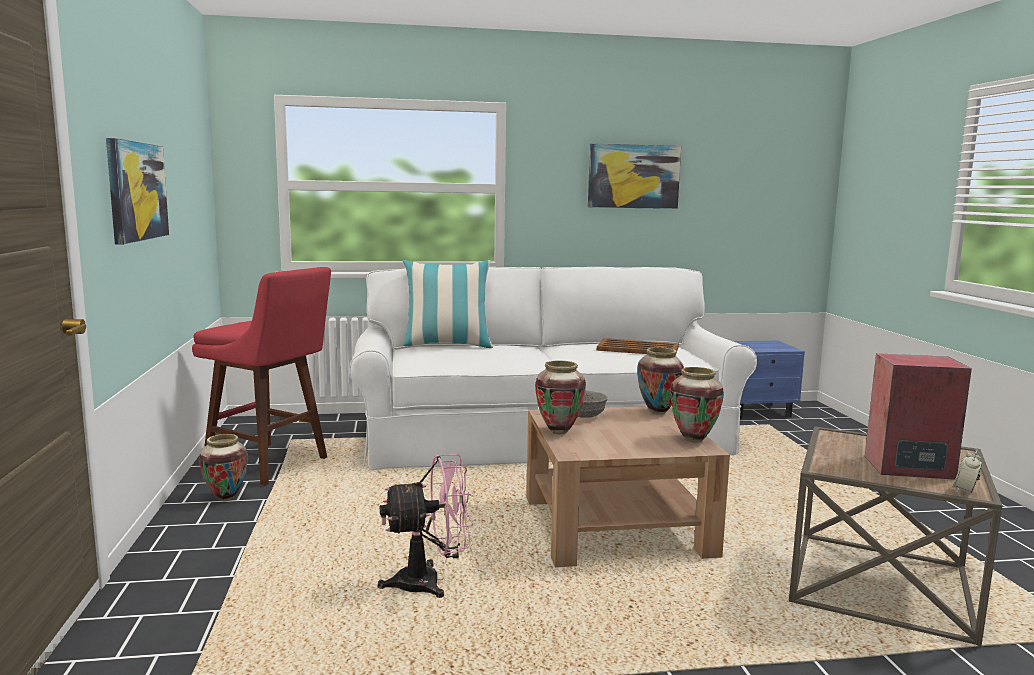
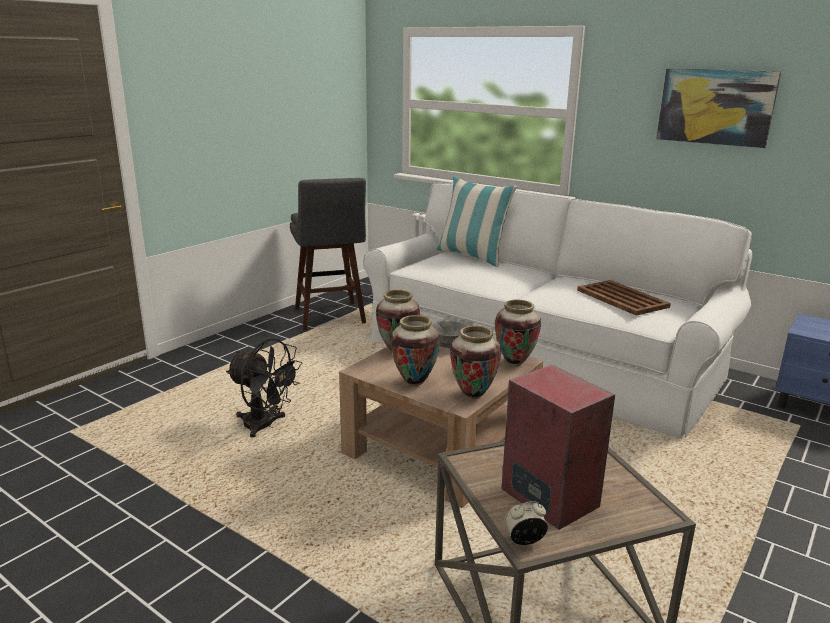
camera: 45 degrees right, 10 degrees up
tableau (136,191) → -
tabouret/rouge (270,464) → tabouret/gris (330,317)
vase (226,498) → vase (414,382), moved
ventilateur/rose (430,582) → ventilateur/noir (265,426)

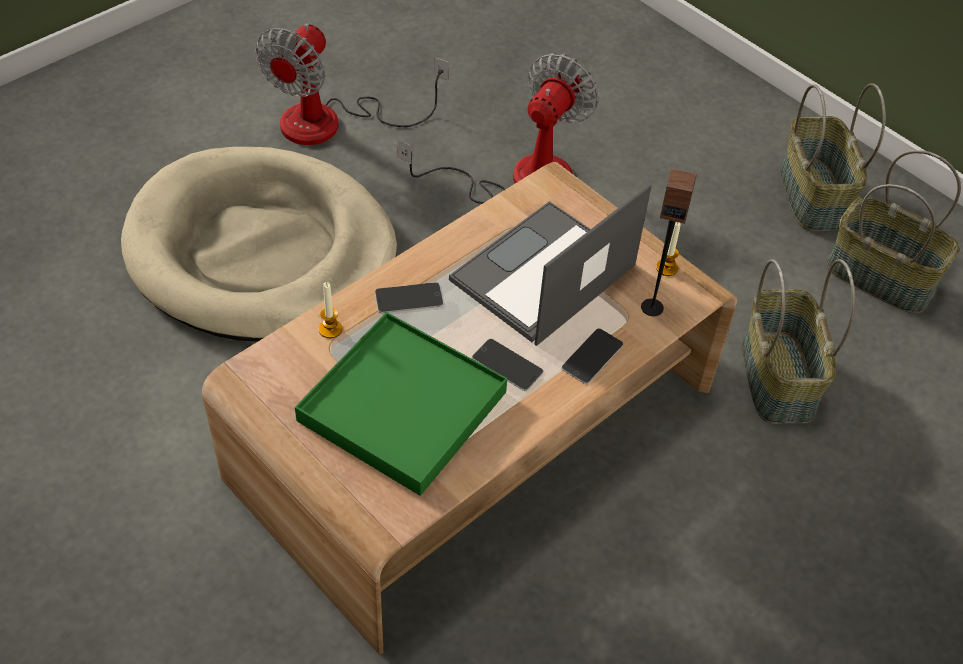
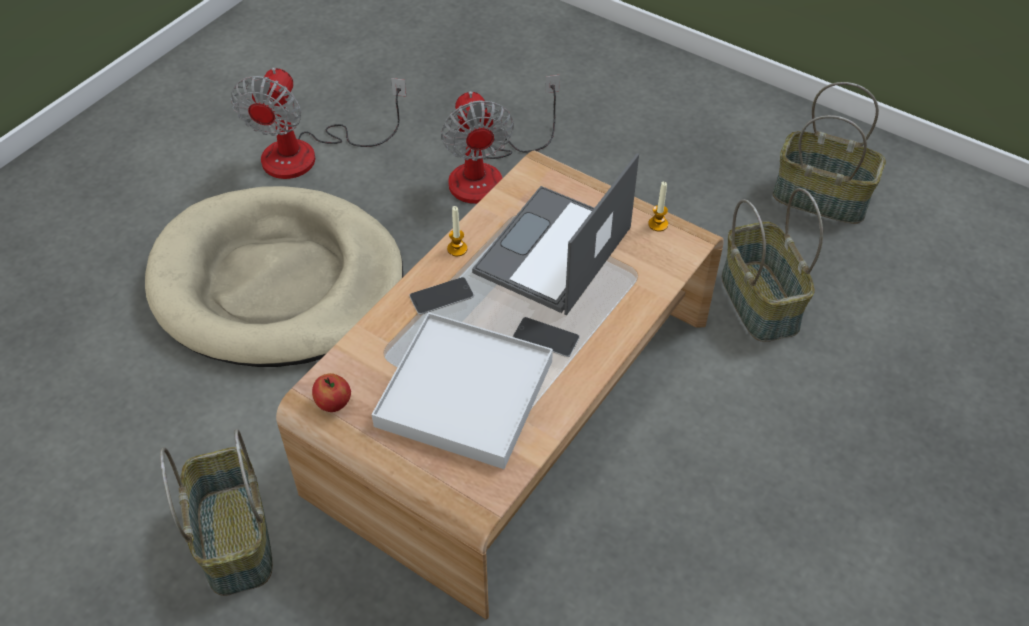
camera: 10 degrees left, 0 degrees up
ventilateur (519,179) → ventilateur (490,172), 150 degrees clockwise
panier (811,195) → panier (233,538), moved
enceinte (652,307) → -
bougie (330,329) → bougie (457,249), moved
plateau/vert (402,406) → plateau/blanc (464,393)
téléphone (592,356) → -
- → pomme (334,404)

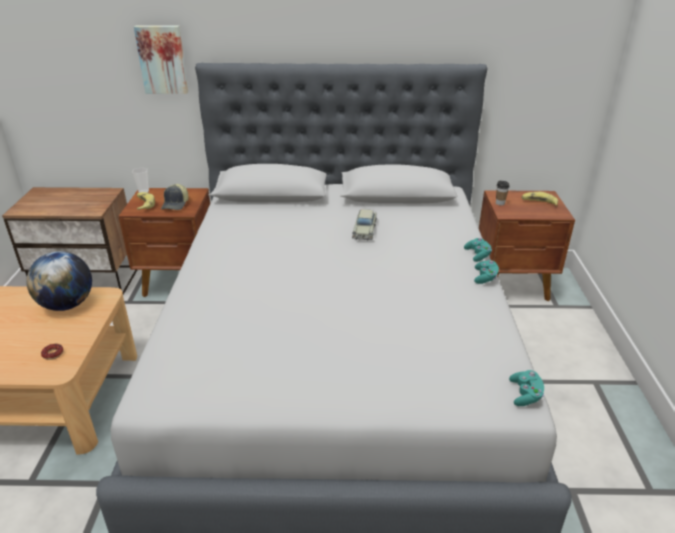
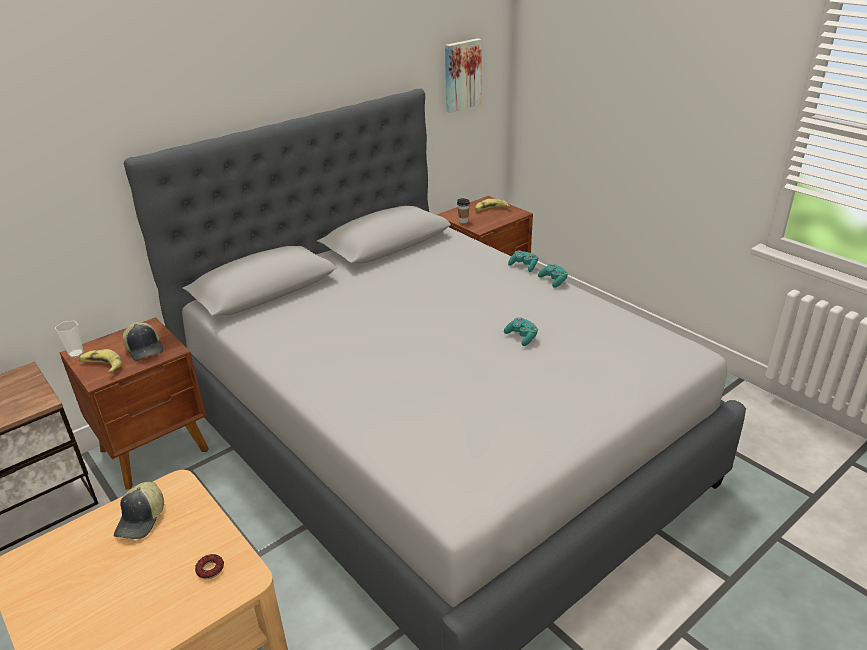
camera: 40 degrees left, 0 degrees up
tableau (162,59) → tableau (461,75), moved
petite voiture/beige (365,230) → -
globe (67,305) → casquette (142,519)
manette/turquoise (525,395) → manette/turquoise (522,337), moved

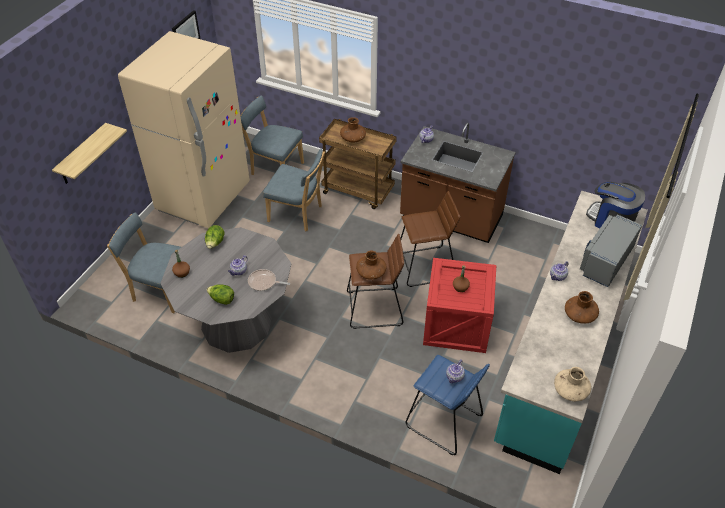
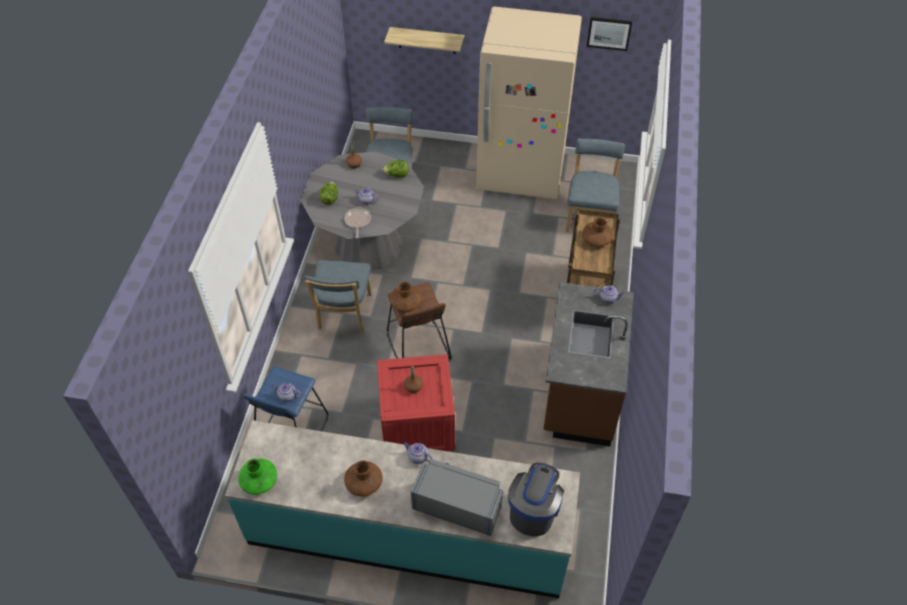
camera: 75 degrees right, 5 degrees up
chaise/bleu (297,214) → chaise/bleu (343,314), moved
tabouret/marron (425,267) → -
vase/beige (570,390) → vase/vert (259,481)

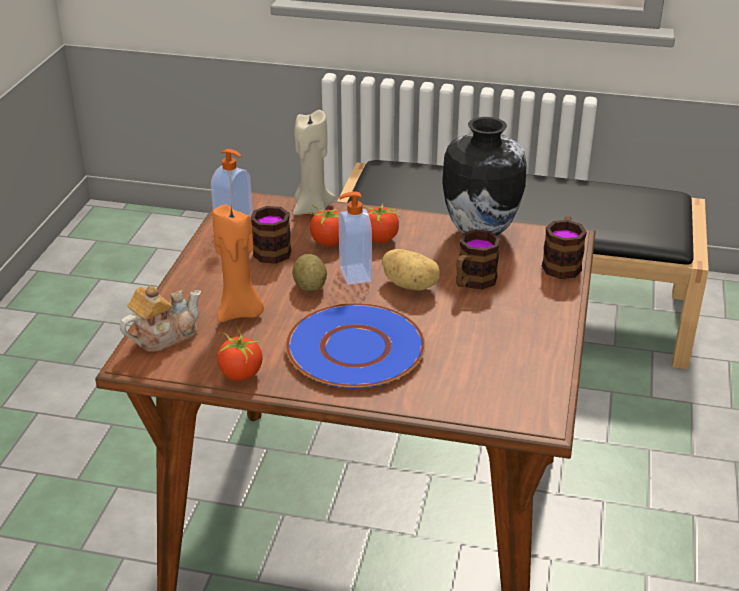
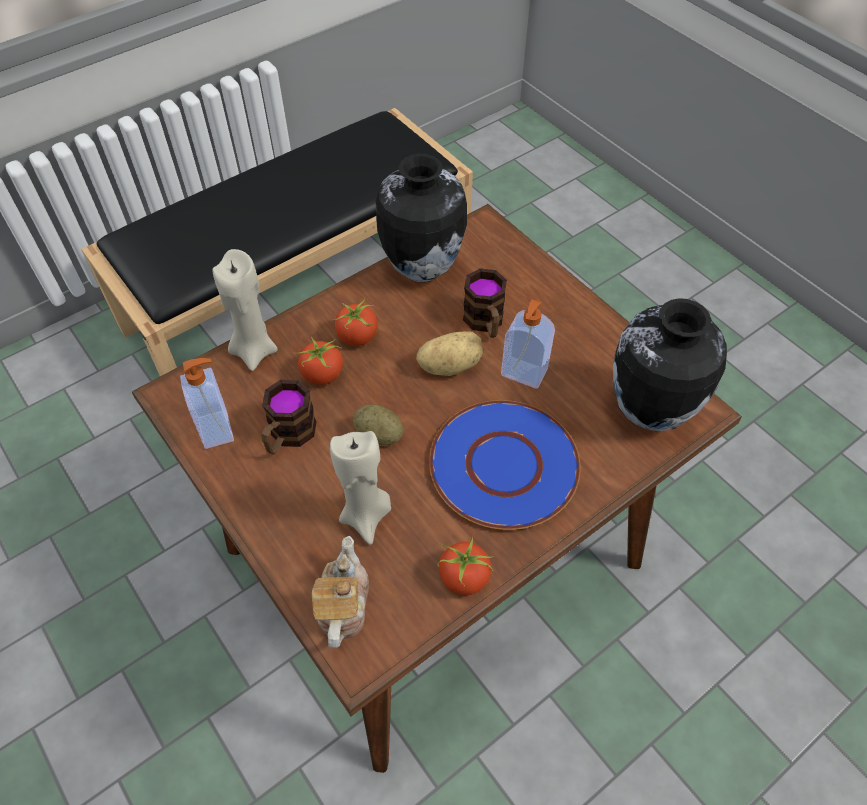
camera: 50 degrees left, 20 degrees up
distributeur de savon (354,274) → distributeur de savon (523,374), moved
bougie/orange (241,313) → bougie/beige (366,516)
mug (562,263) → -
- → vase (647,412)

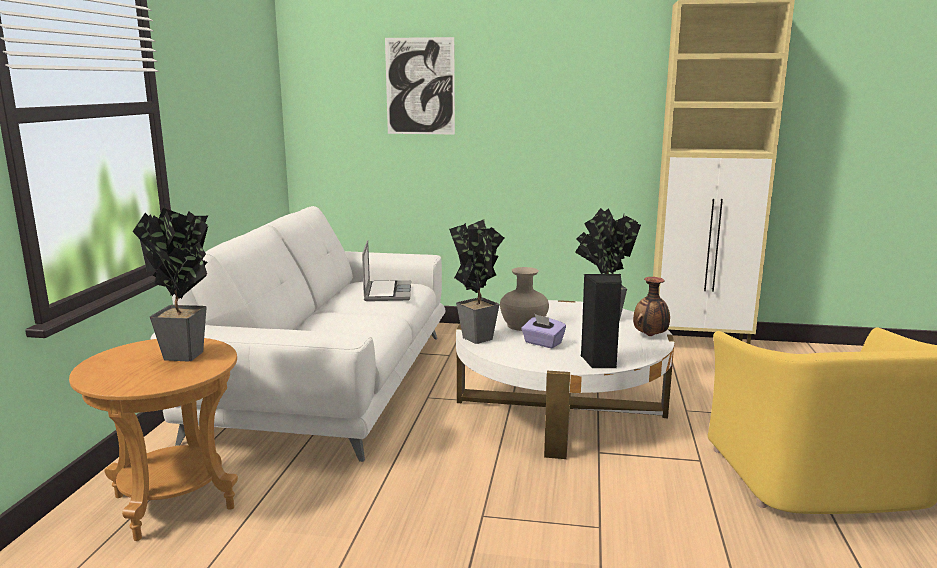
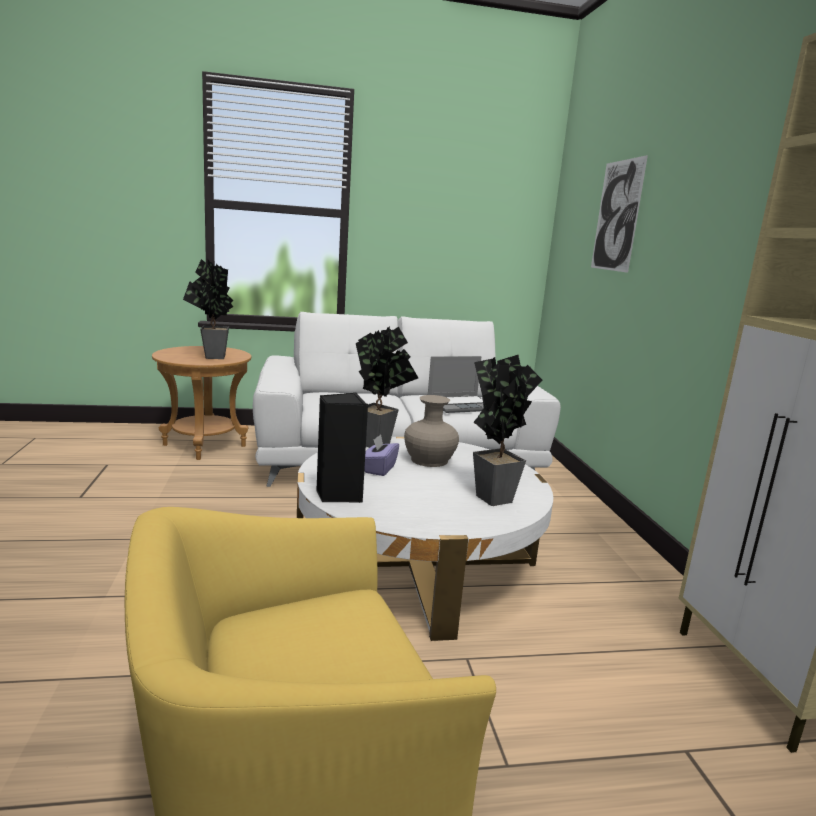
camera: 70 degrees right, 0 degrees up
vase (650,336) → -

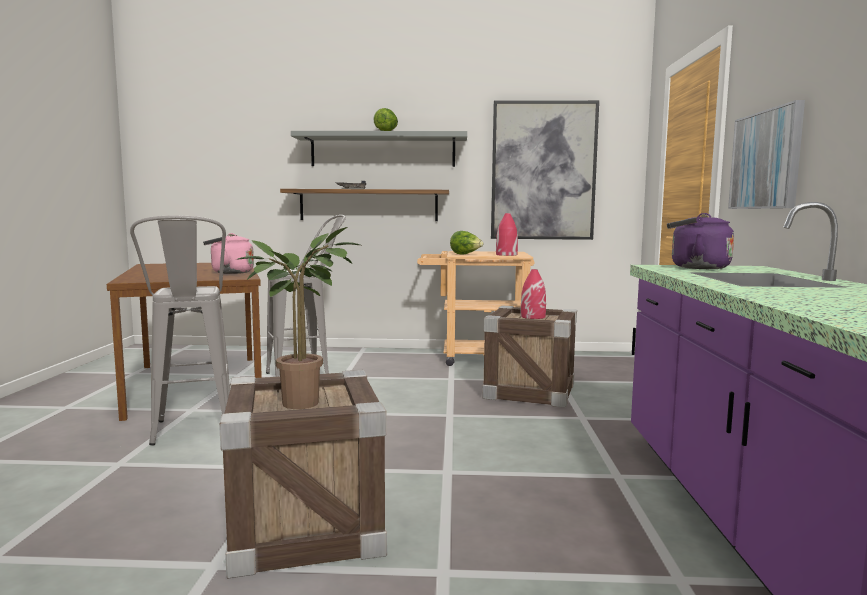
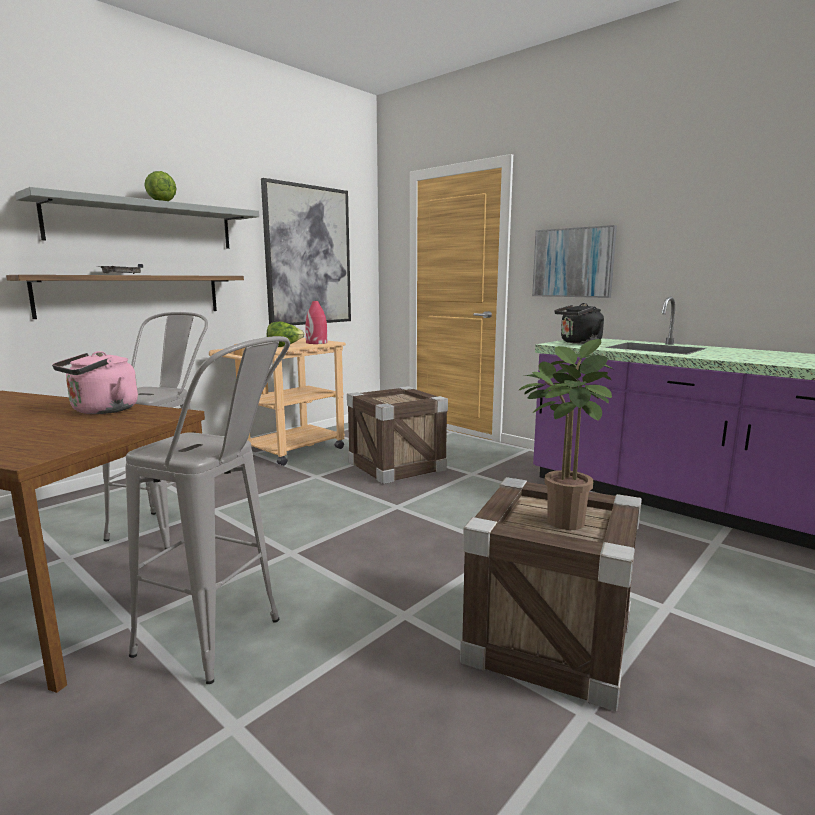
camera: 50 degrees left, 5 degrees up
bouilloire/violet (695,267) → bouilloire/noir (578,343)
vase/rouge (532,316) → -

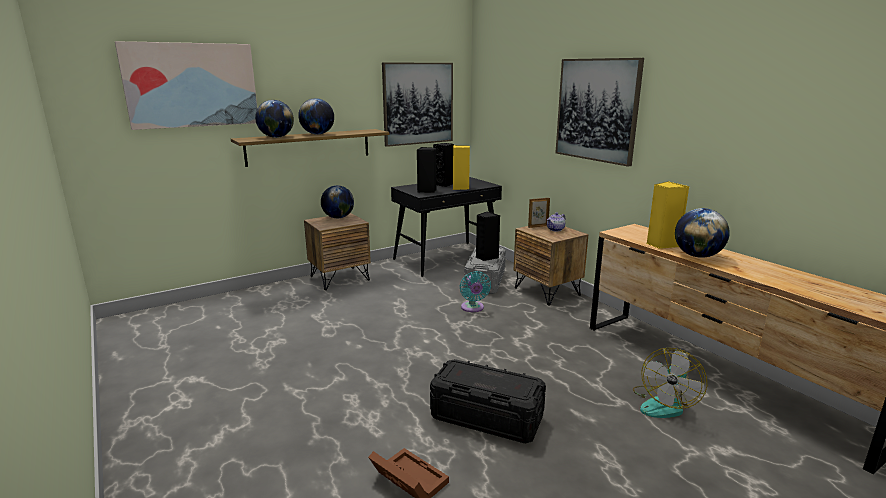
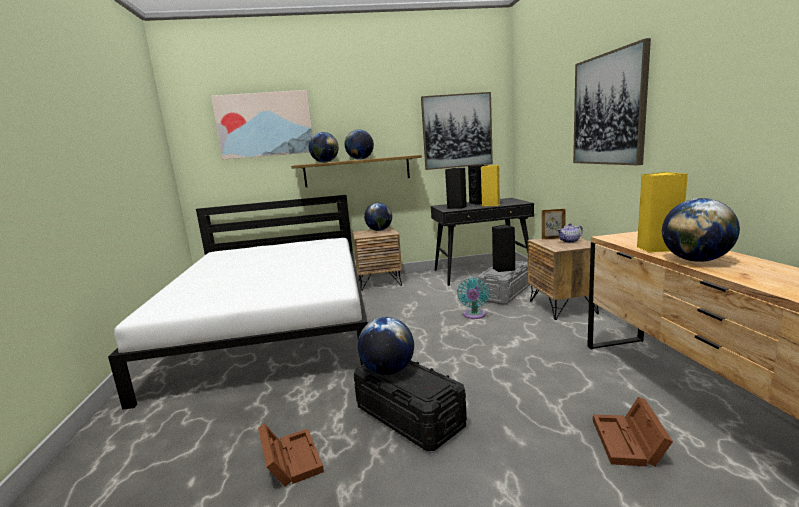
camera: 25 degrees right, 5 degrees down
ventilateur (664,404) → boîte de rangement/marron (629,443)
- → lit/blanc (275,325)
- → globe (388,371)

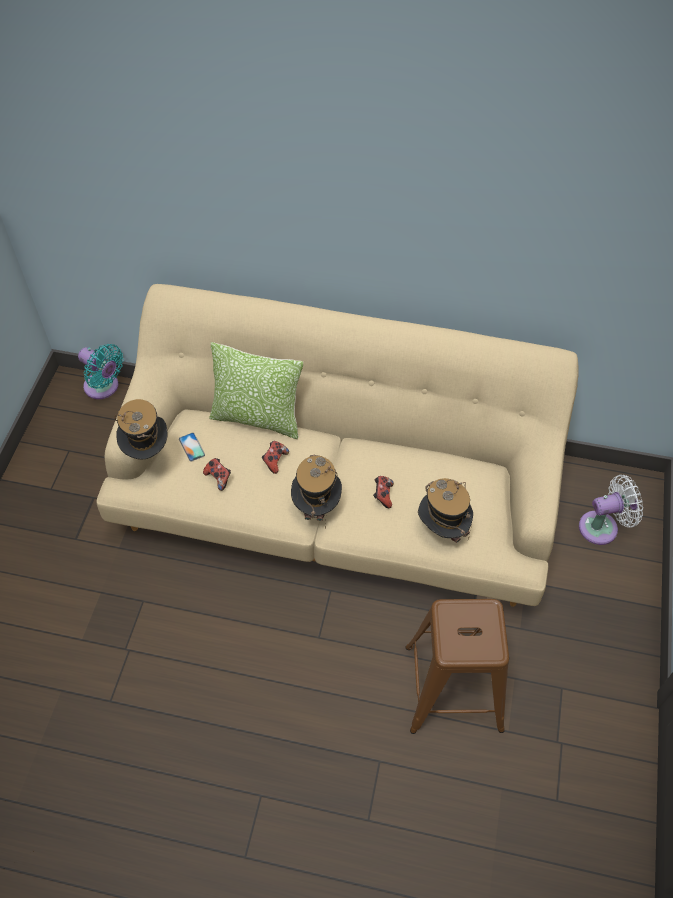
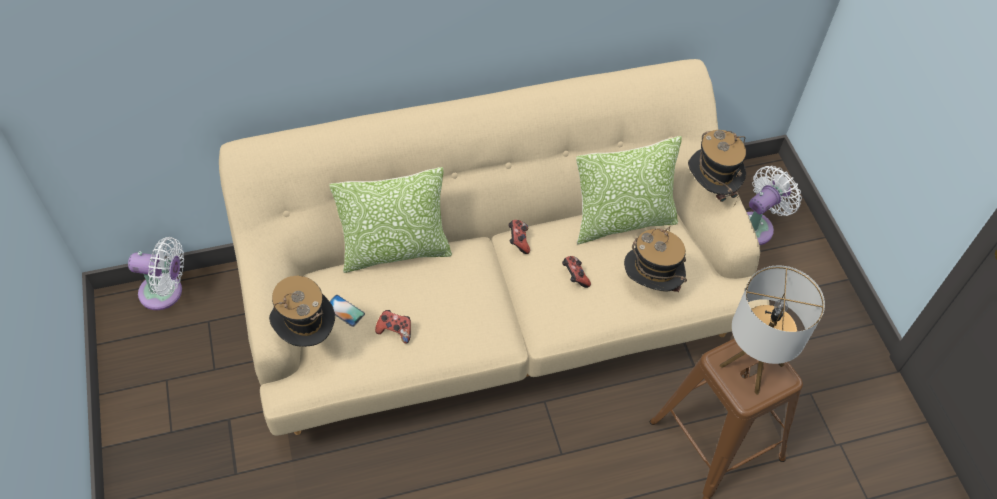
camera: 30 degrees left, 0 degrees up
ventilateur/turquoise (104,387) → ventilateur/blanc (165,293)
manette (275,461) → manette (518,241), moved
chapeau (316,506) → chapeau (710,189), moved
- → coussin (622,221)
- → lampe de table (751,365)

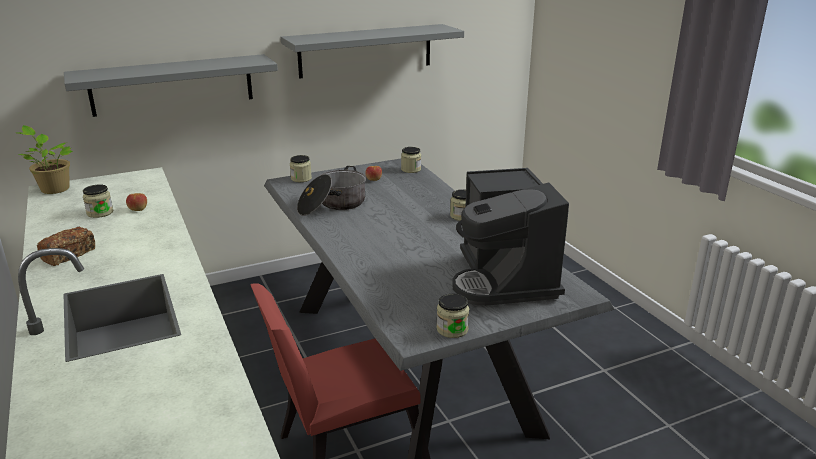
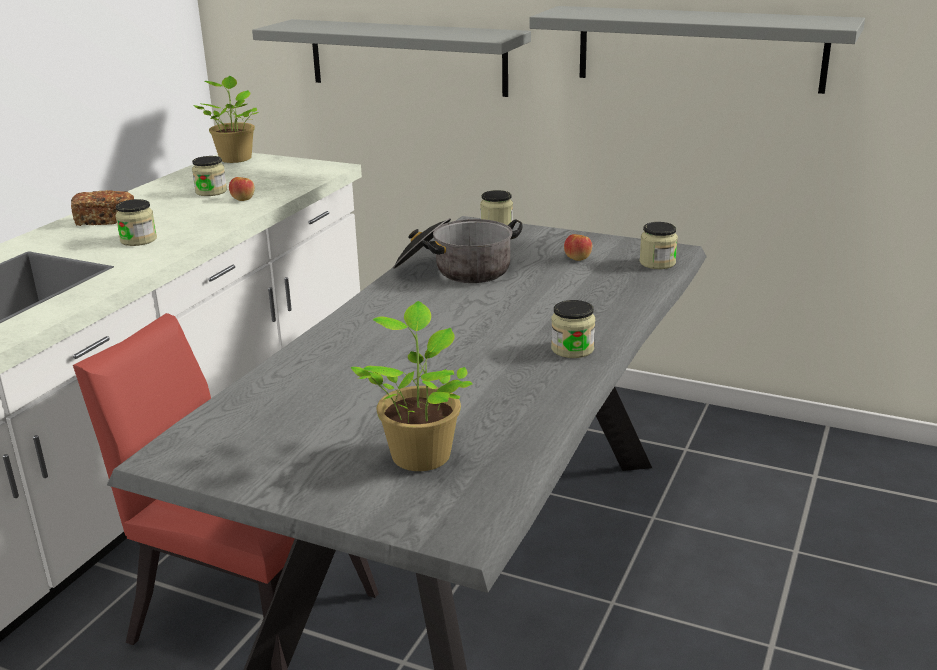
camera: 50 degrees right, 0 degrees up
machine à café (504,279) → plante en pot (420,453)
bocal (452,329) → bocal (138,240), moved

